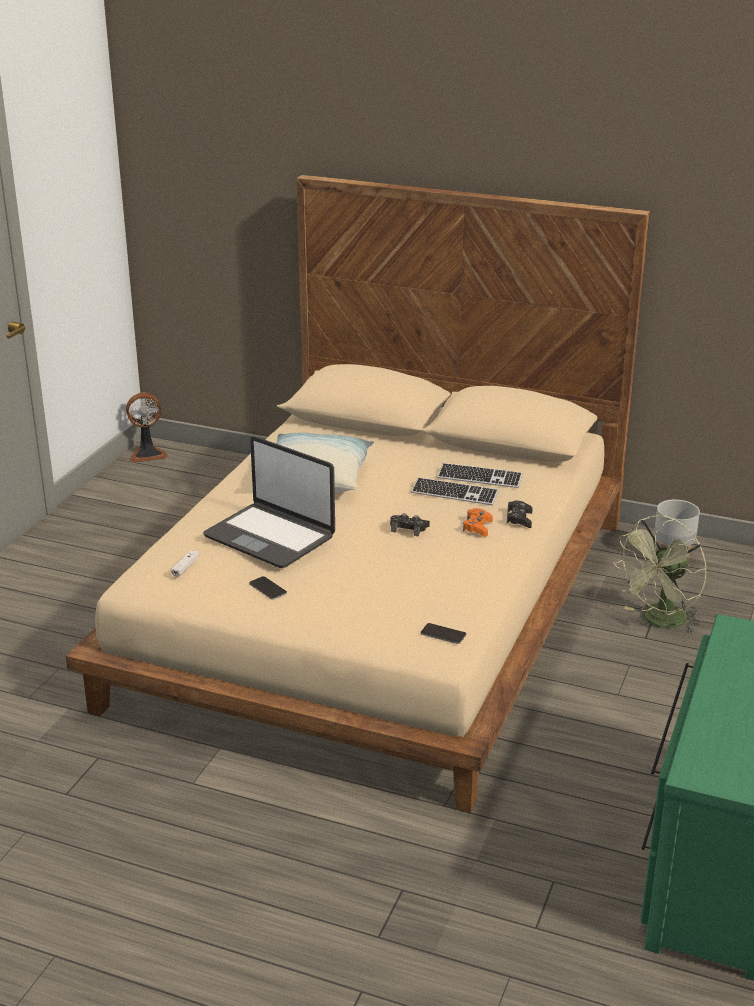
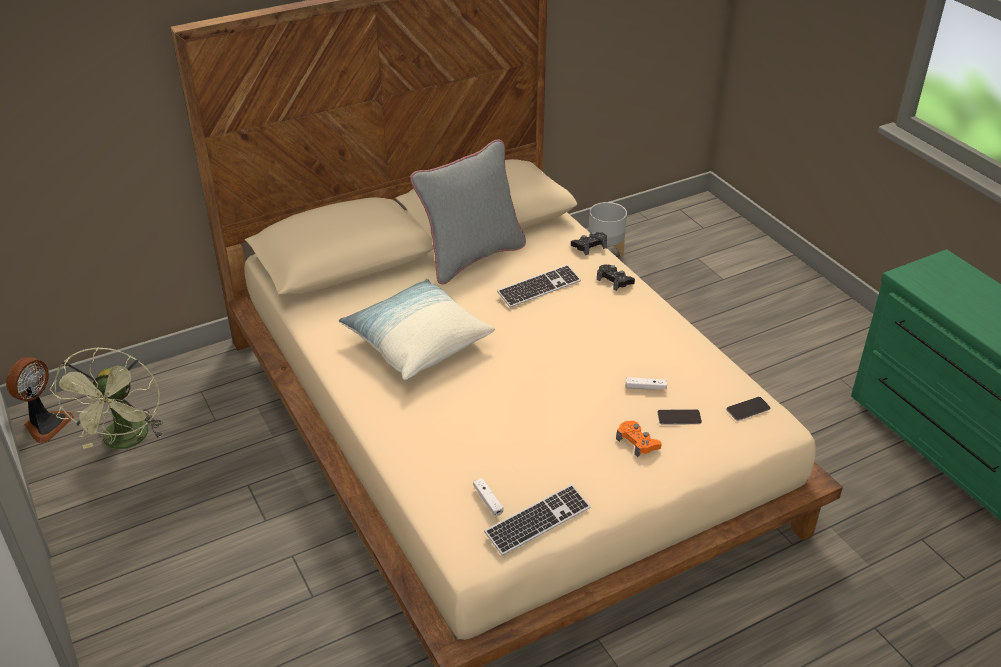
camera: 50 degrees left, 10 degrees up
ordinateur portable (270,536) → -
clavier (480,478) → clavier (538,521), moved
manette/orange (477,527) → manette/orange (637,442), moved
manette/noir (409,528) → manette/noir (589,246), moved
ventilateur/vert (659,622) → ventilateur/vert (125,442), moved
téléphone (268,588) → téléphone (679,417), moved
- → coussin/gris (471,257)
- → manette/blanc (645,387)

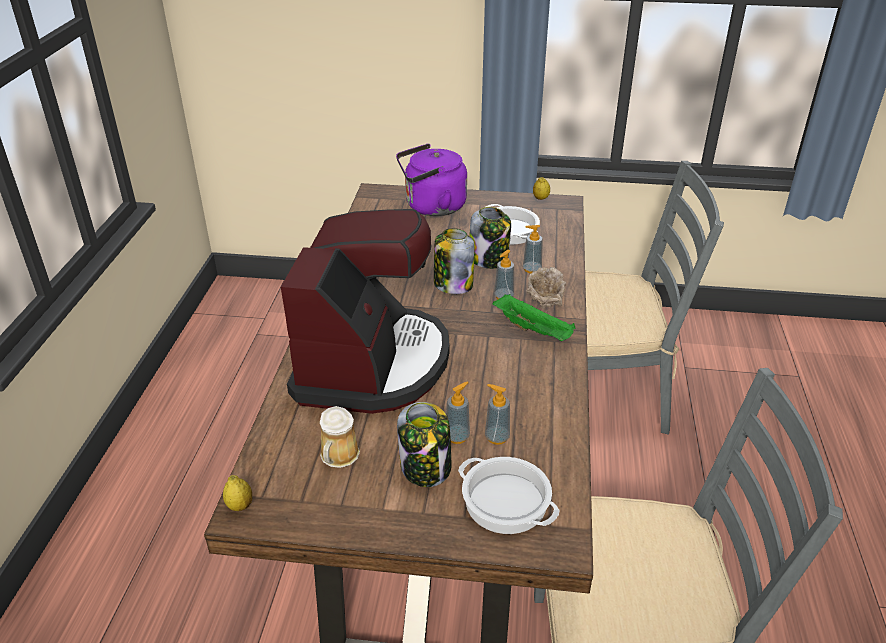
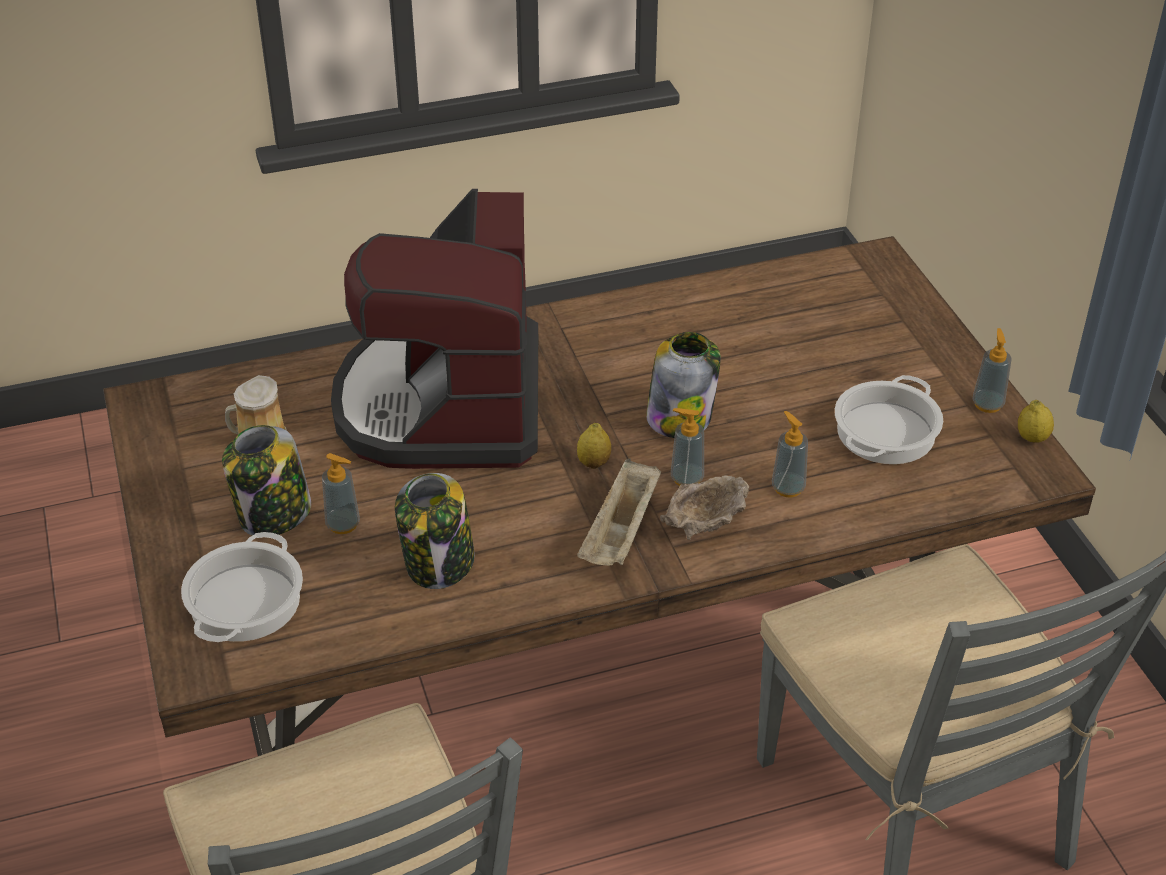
camera: 65 degrees right, 5 degrees up
bouilloire/violet (431,207) → -
bocal (489,259) → bocal (439,563), moved
machine à café (372,363) → machine à café (444,404), 105 degrees clockwise
plateau/vert (534,330) → plateau/beige (621,533)
distributeur de savon (497,437) → distributeur de savon (987,404), moved
citron (240,506) → citron (594,463), moved

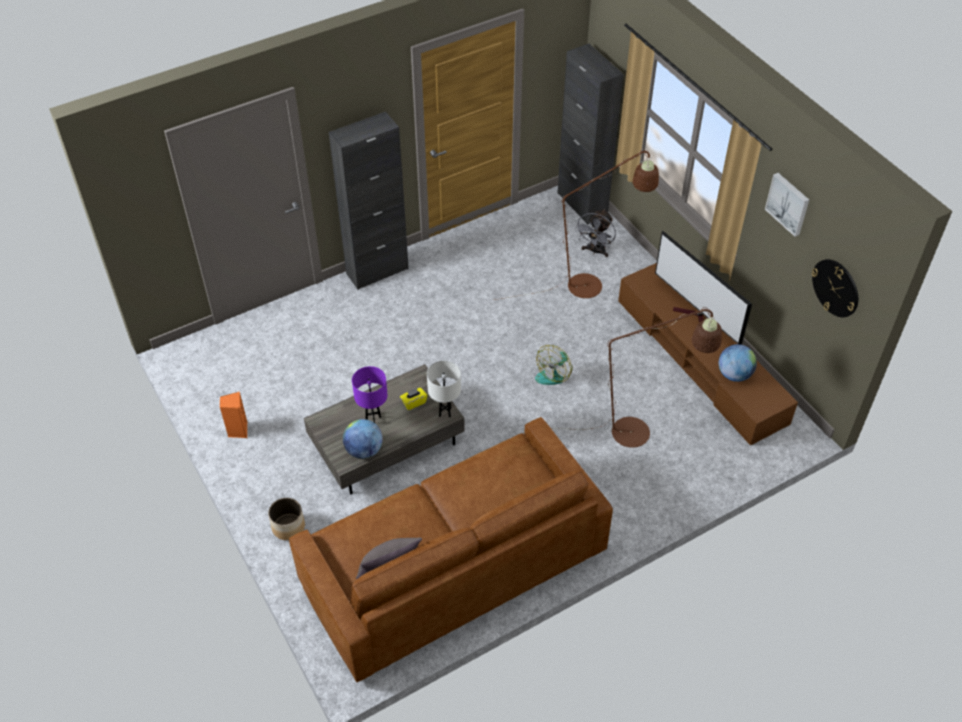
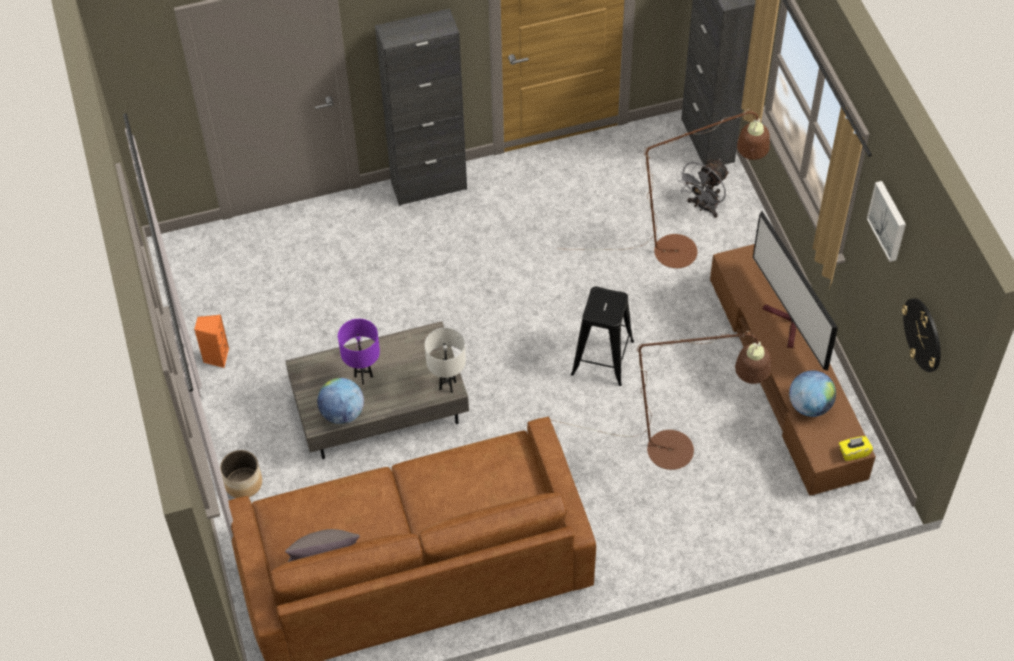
camera: 15 degrees right, 5 degrees up
ventilateur (554,373) → tabouret/noir (602,357)
boîte à mouchoirs/jaune (414,402) → boîte à mouchoirs/jaune (853,452), moved

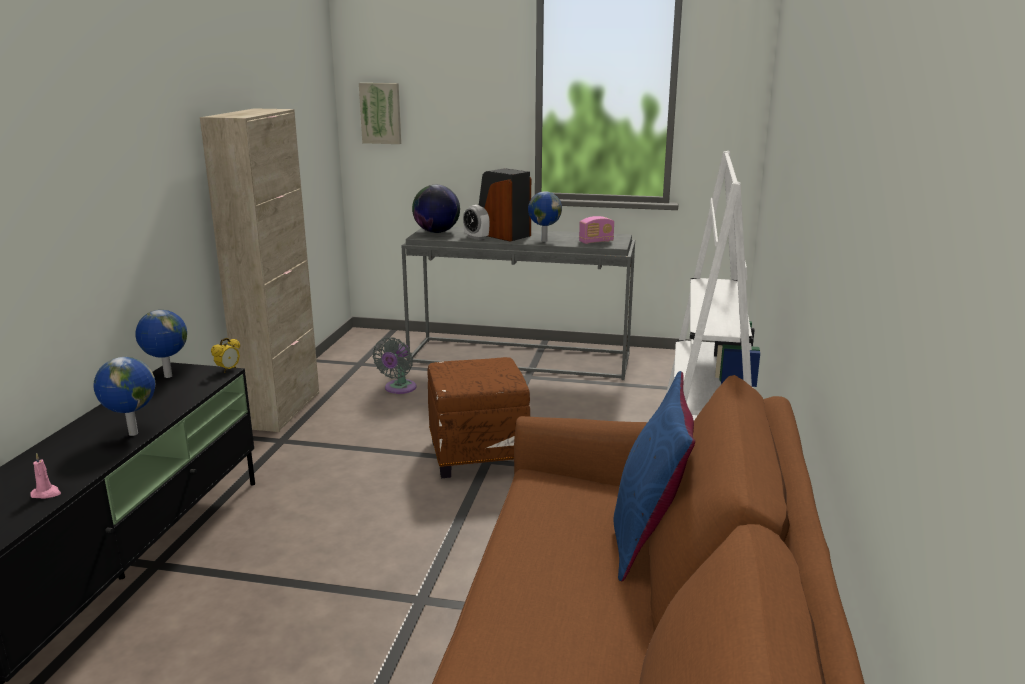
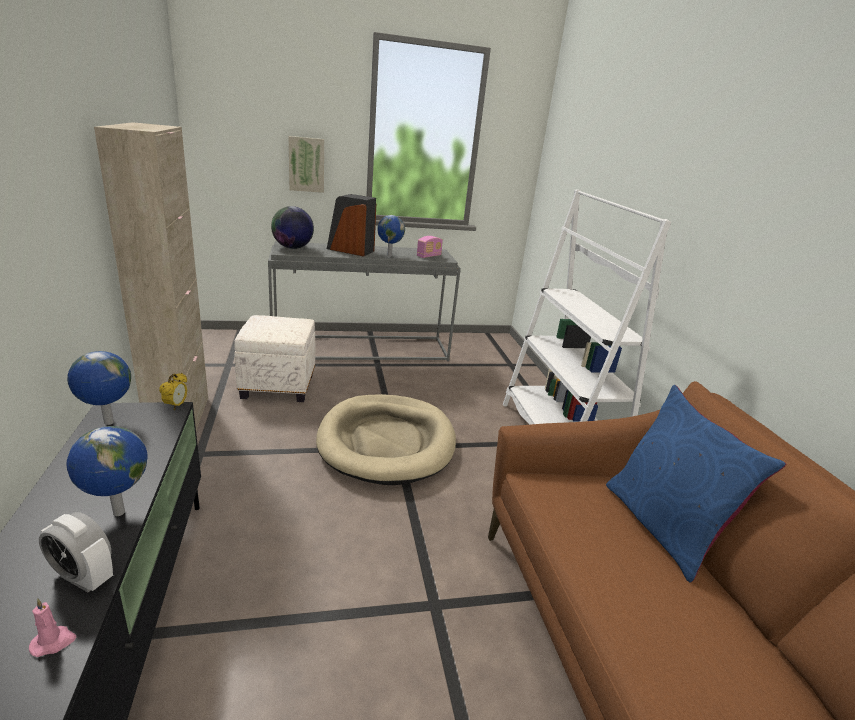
camera: 25 degrees left, 5 degrees up
tableau (381,113) → tableau (306,164), moved
réveil (476,237) → réveil (83,577), moved
ventilateur/gris (398,389) → pouf/blanc (279,386)
pouf/marron (479,454) → panier pour chien/beige (387,442)

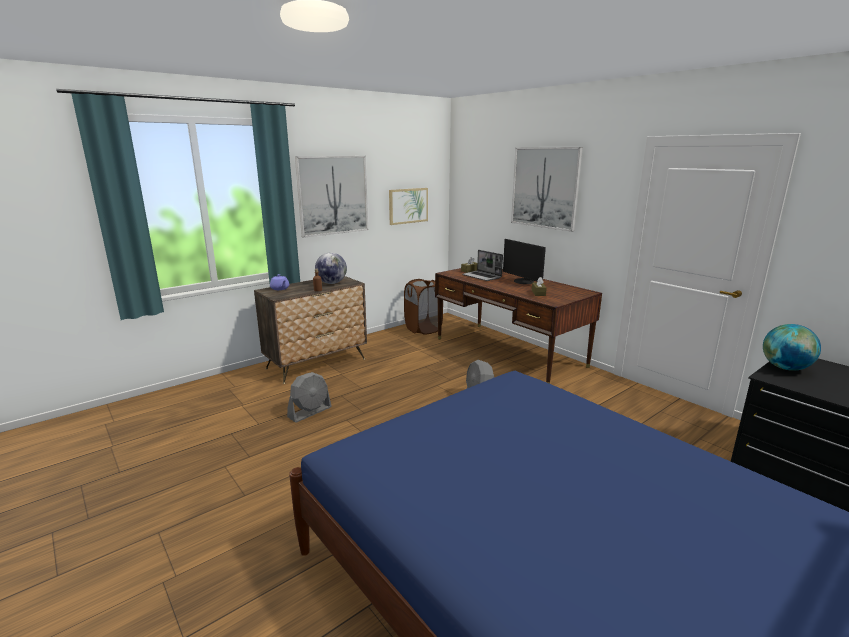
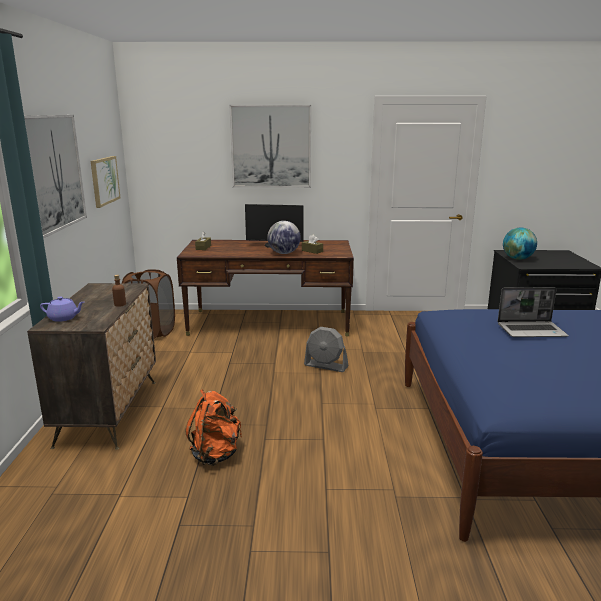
camera: 50 degrees left, 0 degrees up
ordinateur portable (482,276) → ordinateur portable (532,330), moved
globe (331,283) → globe (284,253), moved
ventilateur/gris (310,412) → sac à dos/orange (216,454)

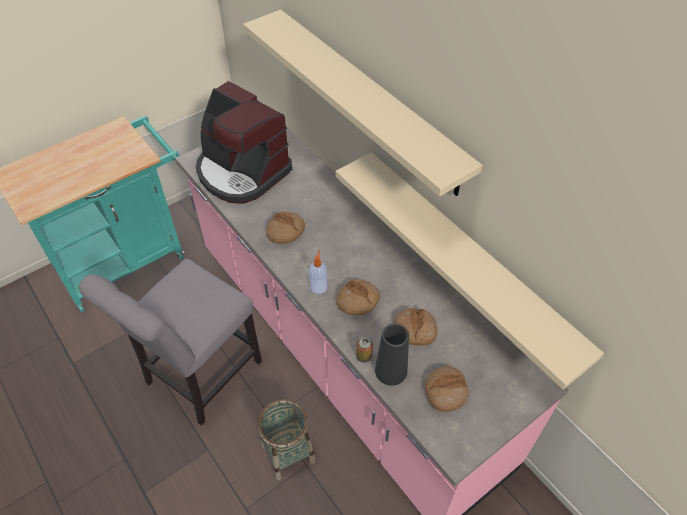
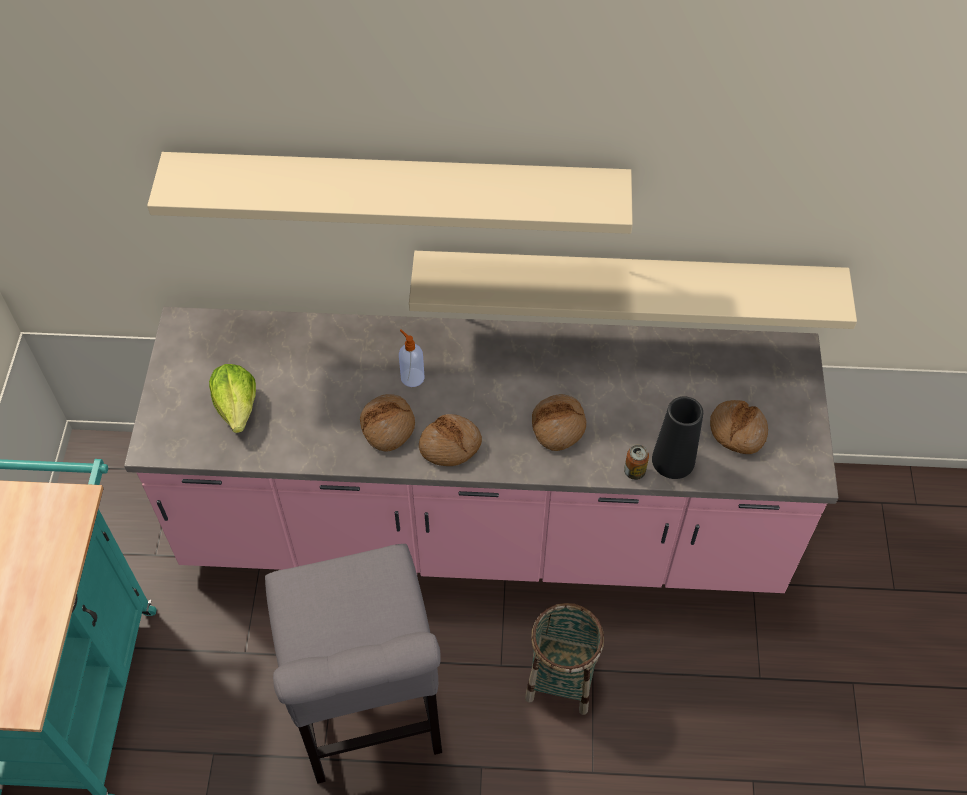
camera: 50 degrees left, 5 degrees up
machine à café (242,172) → laitue (237,407)
distributeur de savon (319,286) → distributeur de savon (412,377), moved
pain (415,330) → pain (450,445), moved

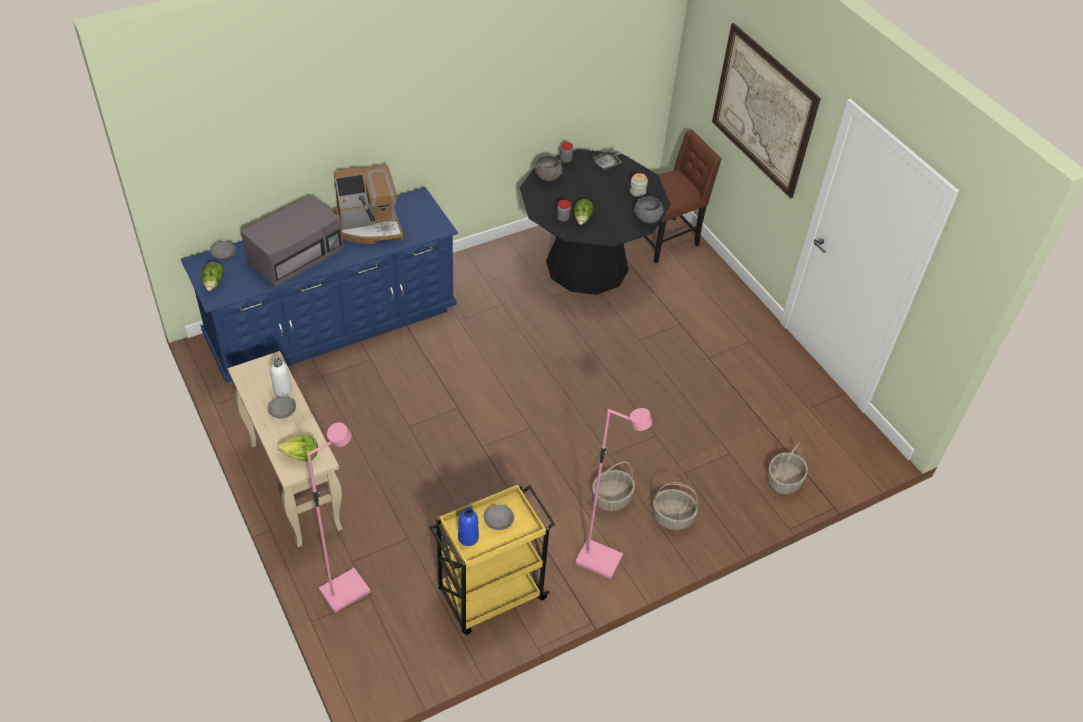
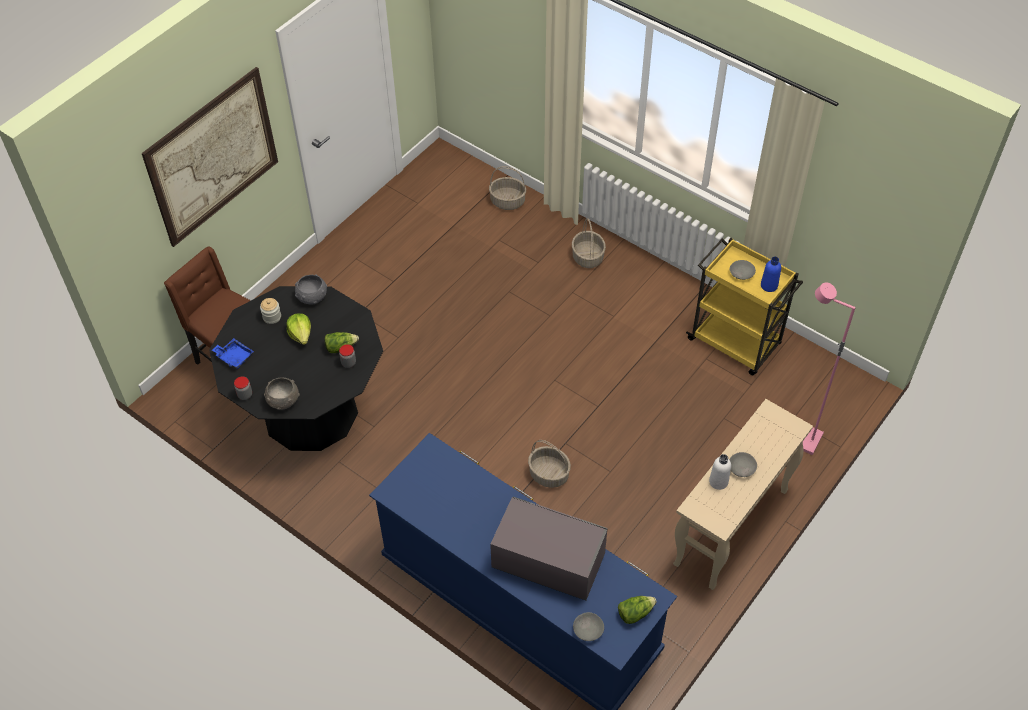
camera: 110 degrees left, 5 degrees up
plateau/gris (607,163) → plateau/bleu (234,356)
machine à café (369,226) → -
lampadaire/rose (599,559) → -
laitue (301,455) → laitue (301,334), moved
panier (611,499) → panier (549,474), moved

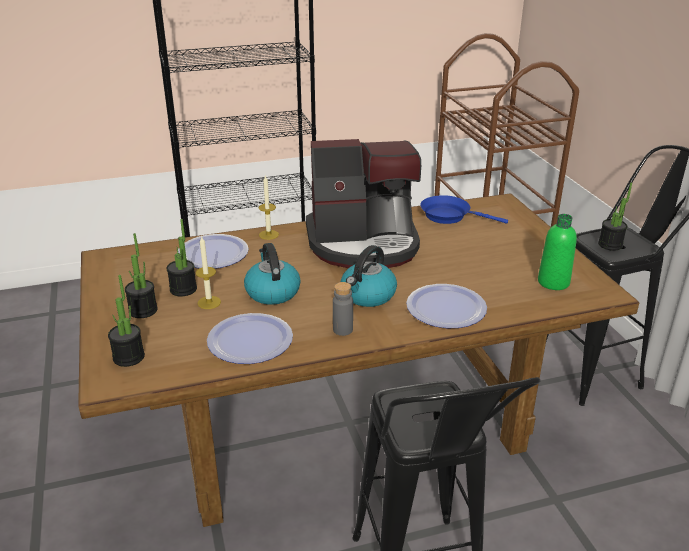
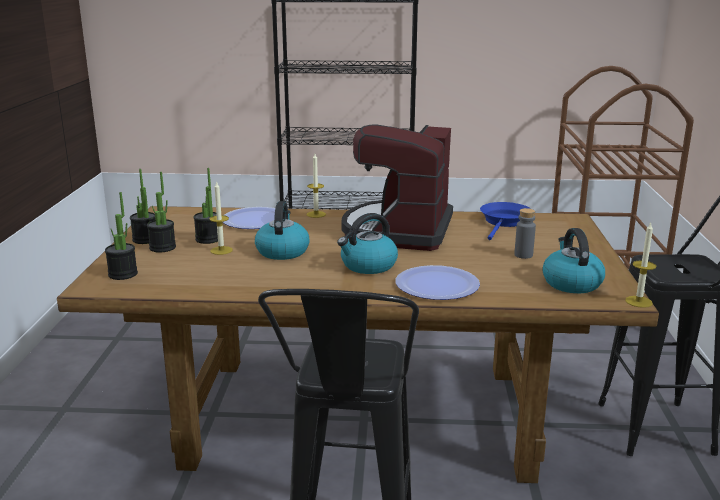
camera: 20 degrees right, 10 degrees down
machine à café (363,243) → machine à café (399,231), 90 degrees clockwise
plante en pot (610,245) → plante en pot (145,239), moved
poêle/bleu (449,216) → poêle/bleu (504,222), 75 degrees clockwise
bouteille/vert (553,282) → bouilloire (571,283)
bouteille/gris (342,330) → bouteille/gris (523,255), moved
assiette (250,340) → -
- → bougie (638,301)

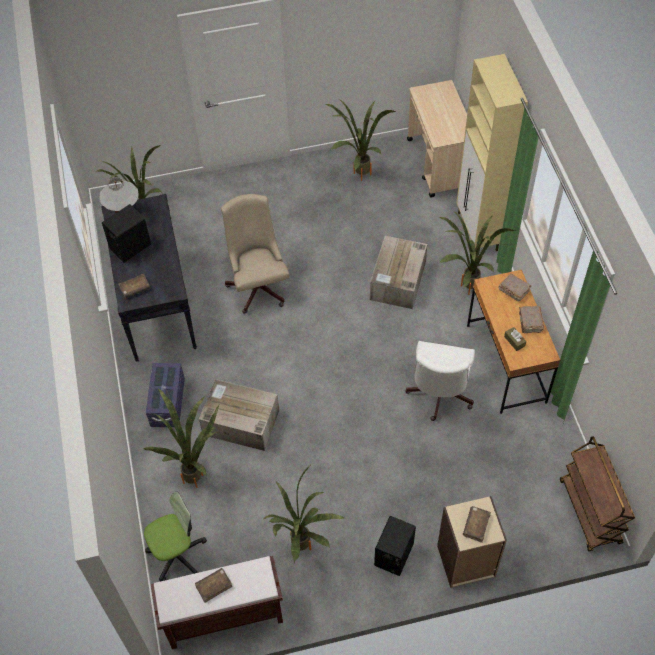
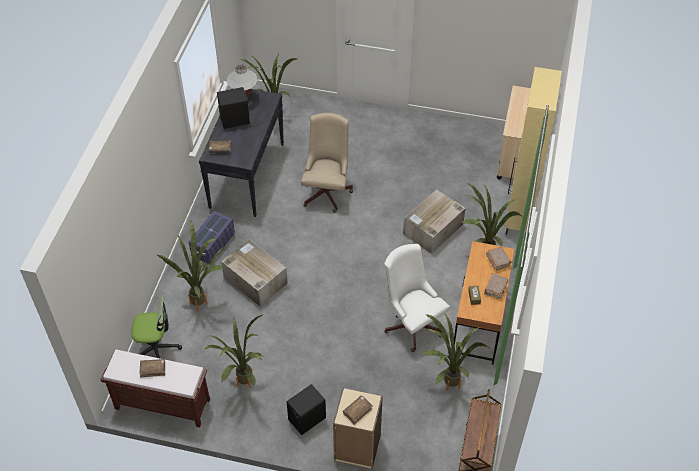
camera: 25 degrees right, 5 degrees down
plante en pot (357,175) → plante en pot (446,383), moved
chaise de bureau/blanc (439,396) → chaise de bureau/blanc (412,323), 105 degrees clockwise

